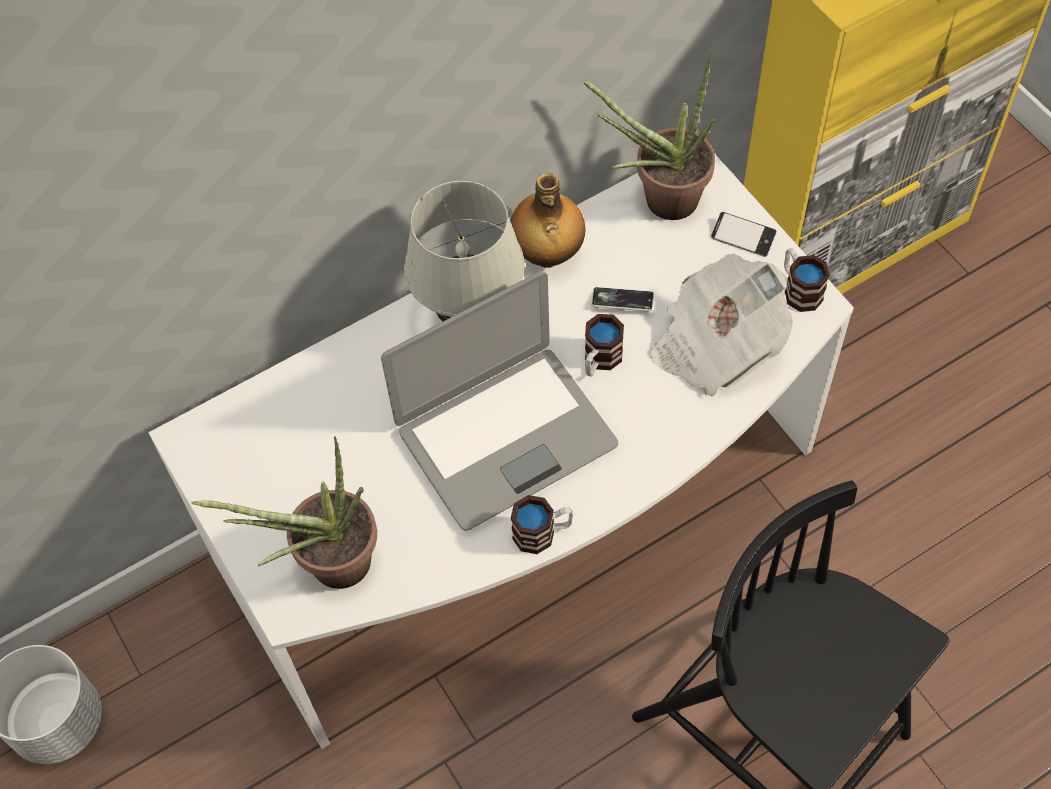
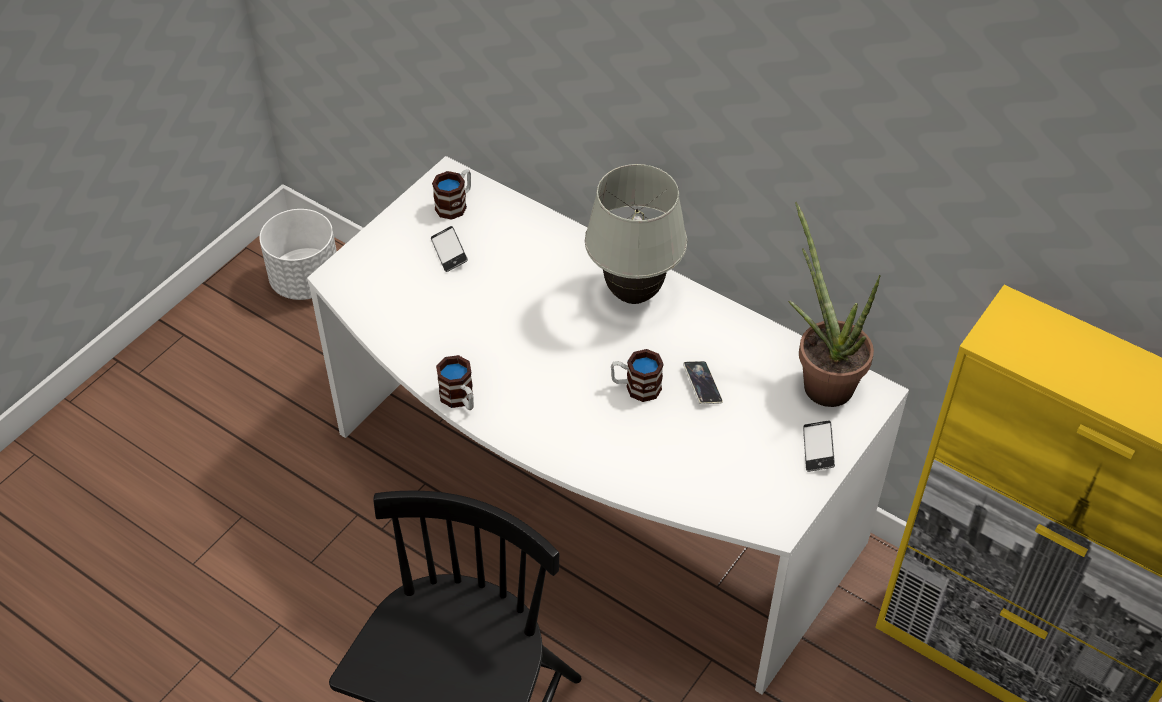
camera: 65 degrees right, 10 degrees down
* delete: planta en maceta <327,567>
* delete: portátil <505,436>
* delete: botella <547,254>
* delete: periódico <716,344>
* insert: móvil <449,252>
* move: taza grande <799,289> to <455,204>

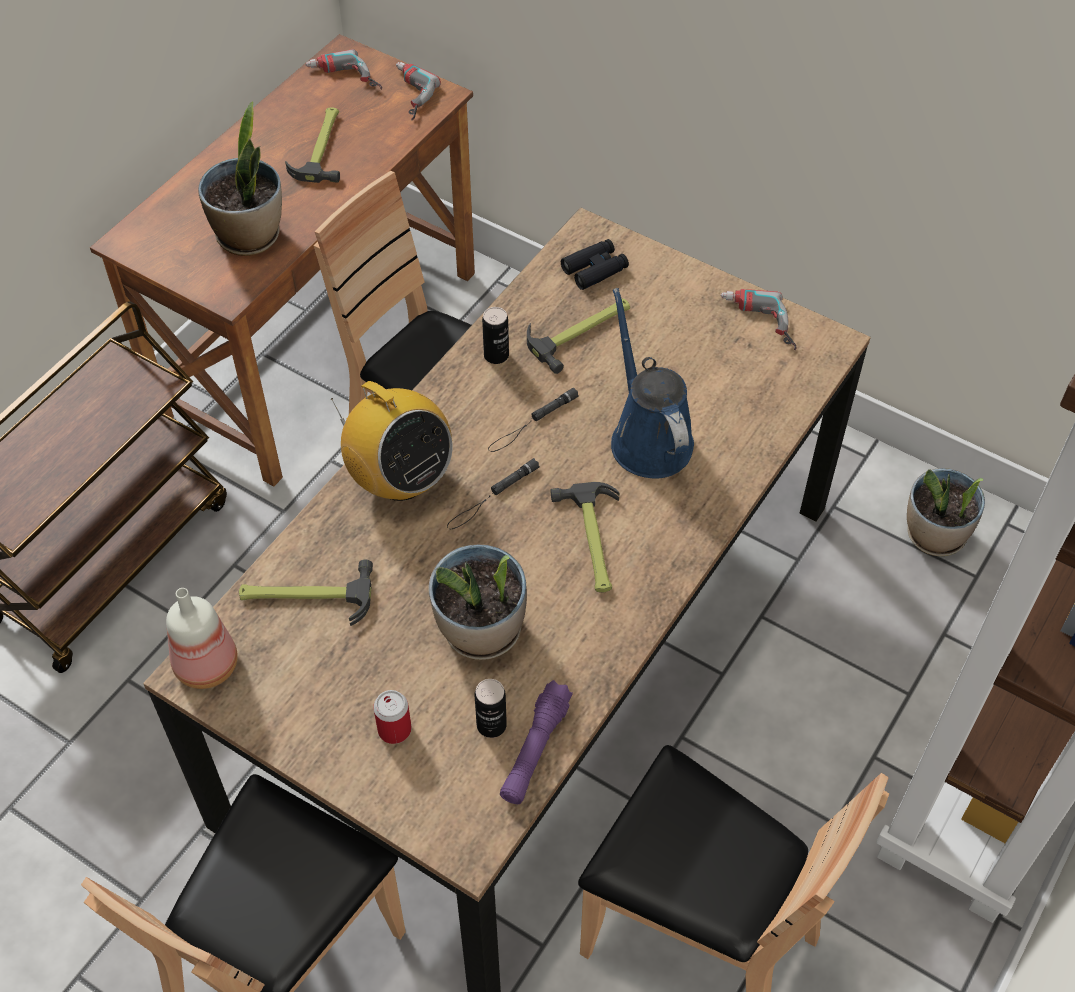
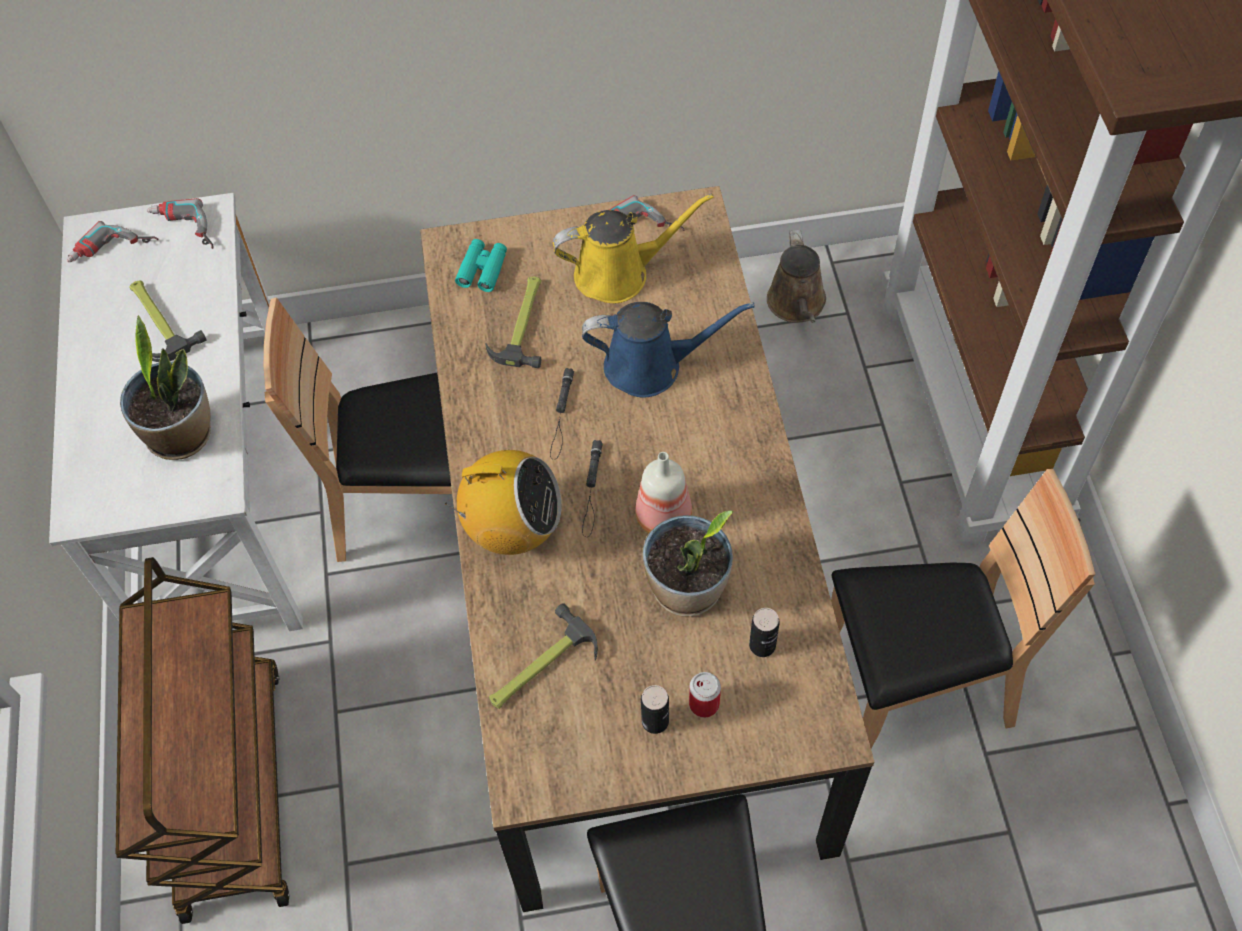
camera: 40 degrees left, 5 degrees up
* delete: linterna/morado <535,749>
* delete: martillo <593,541>
* insert: regadera/amarillo <619,273>
* move: botella <207,667> to <665,518>
* move: lata <496,355> to <655,721>
* replace: planta en maceta <934,536> to regadera/marrón <797,305>
* recolor: escritorio/marrón <320,343> to escritorio/blanco <219,491>
* recolor: prismáticos/negro <595,269> to prismáticos/turquesa <482,269>
* rotate: regadera/azul <648,437> = <651,366> 150 degrees clockwise

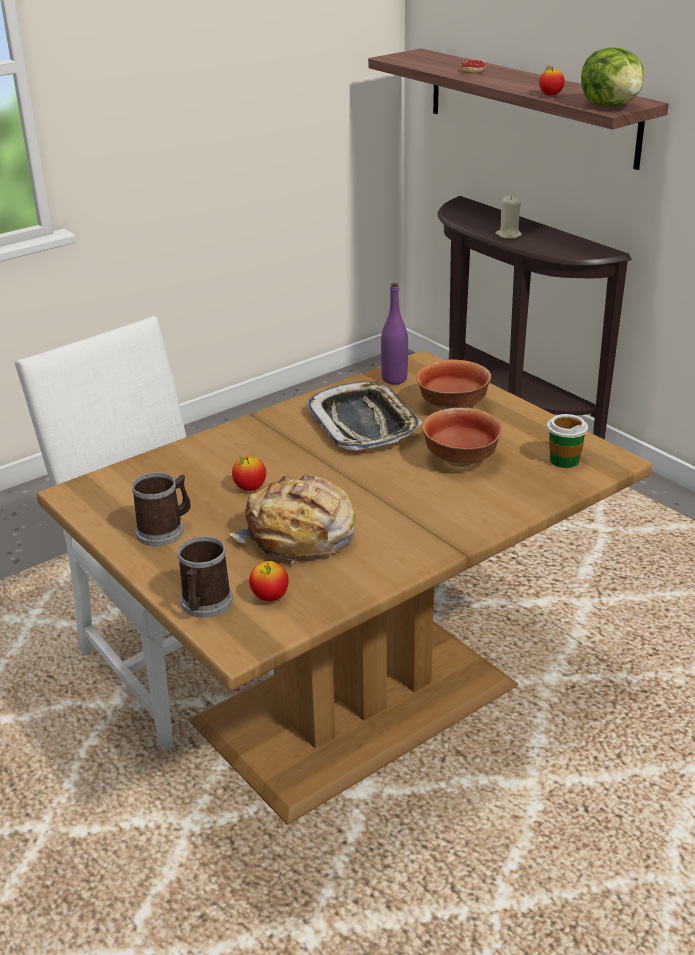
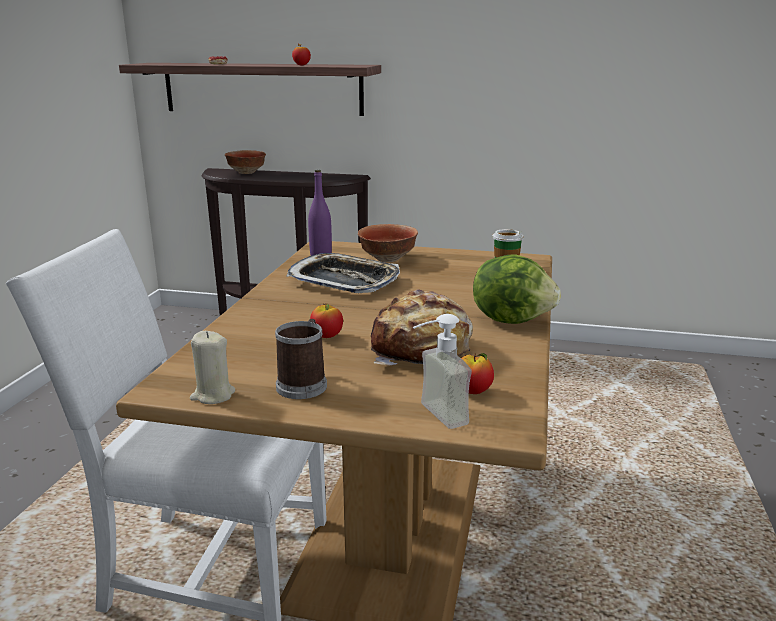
camera: 40 degrees left, 10 degrees down
* move: cuenco <462,459> to <247,172>
* move: vela/beis <508,235> to <212,395>
* move: lechuga <611,106> to <512,319>
* replace: taza grande <204,605> to dispensador de jabón <433,417>

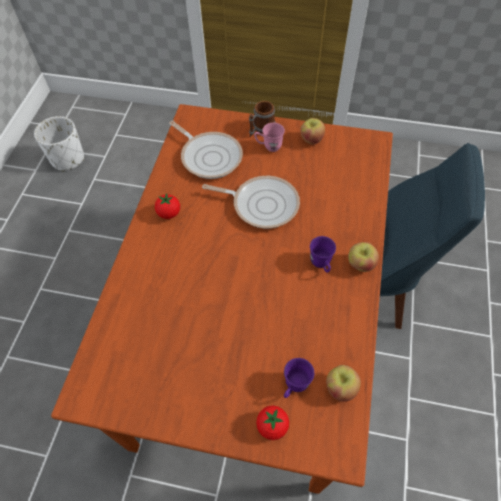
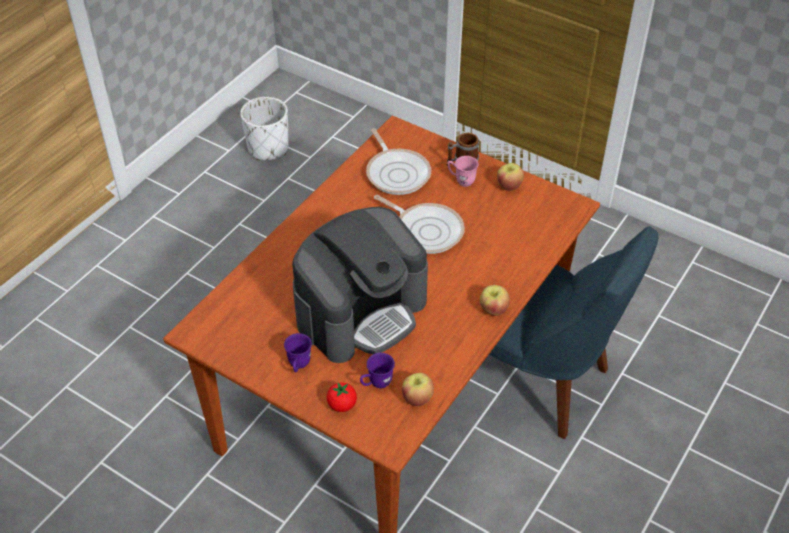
camera: 20 degrees right, 10 degrees down
* delete: tomate <169,213>
* insert: cafetera <361,311>
* move: taza grande/morado <321,265> to <298,365>

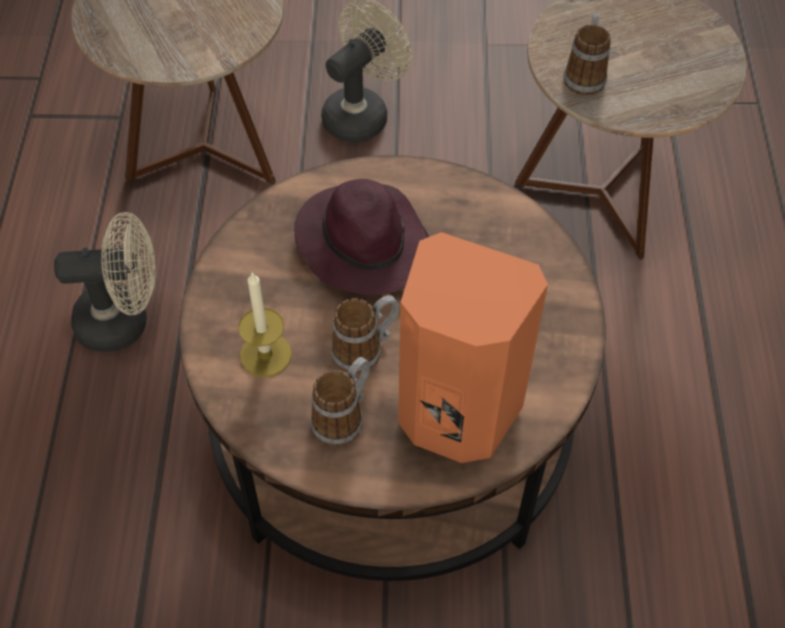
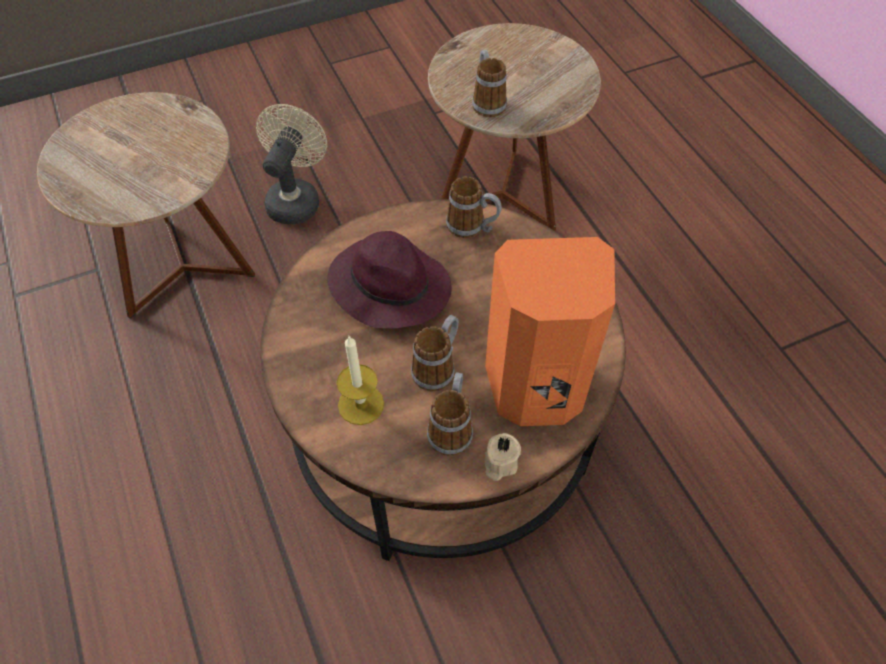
camera: 25 degrees left, 0 degrees up
* delete: ventilador/beis <124,321>
* insert: taza grande <472,227>
* insert: vela/beis <499,463>

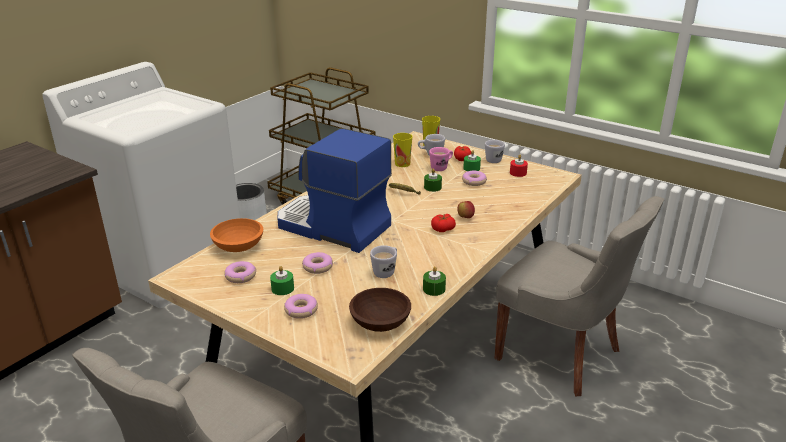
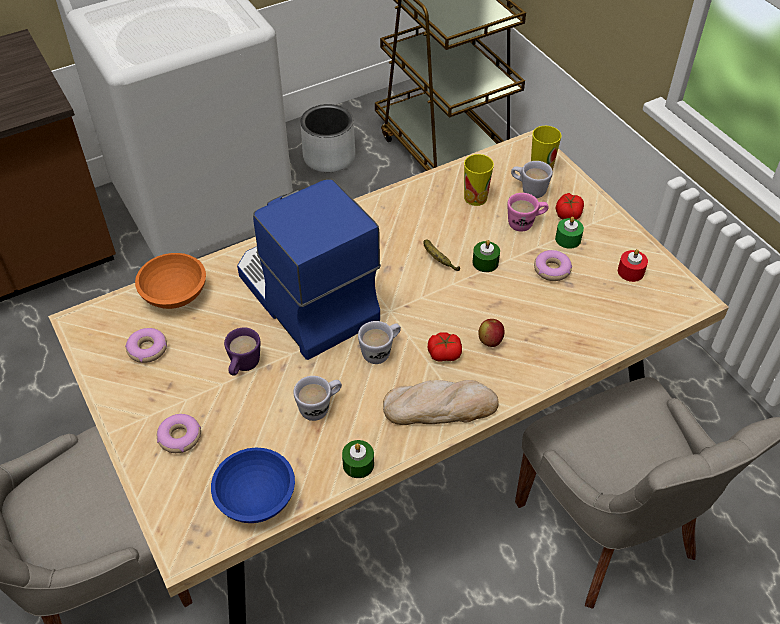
camera: 25 degrees right, 20 degrees up
* delete: vela/verde <282,288>
* insert: pan <440,406>
* move: taza grande/blanco <494,159> to <381,351>
* replace: rosquilla <317,267> to taza grande/morado <243,367>
* recolor: cuenco/marrón <380,322> to cuenco/azul <257,496>

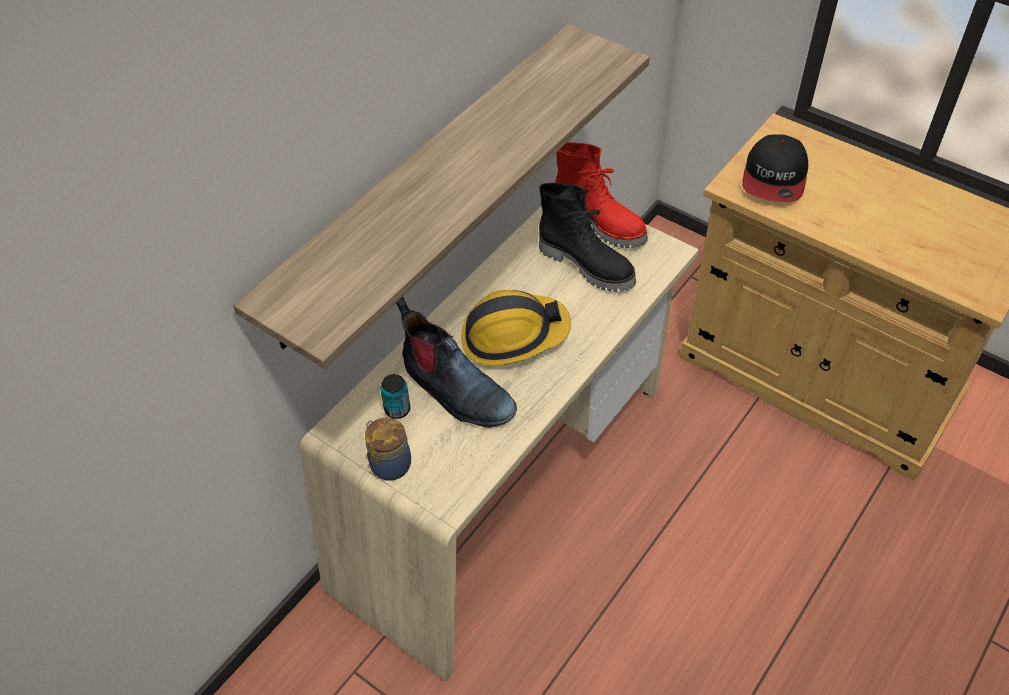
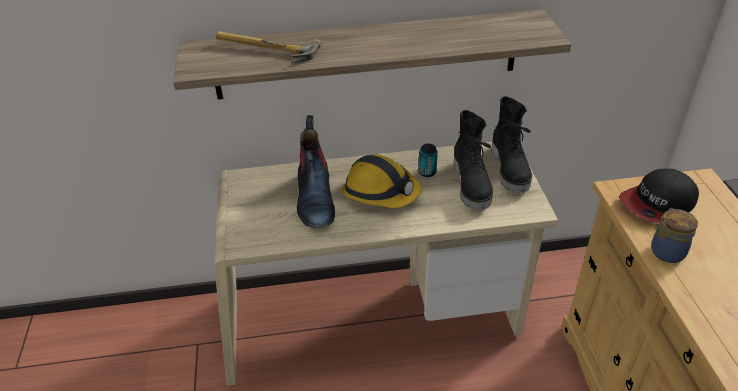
camera: 45 degrees right, 10 degrees down
* insert: martillo <265,52>
* move: tarro <389,464> to <667,251>
* move: lata <397,409> to <427,172>
* recolor: bota/rojo <601,223> to bota/negro <511,169>

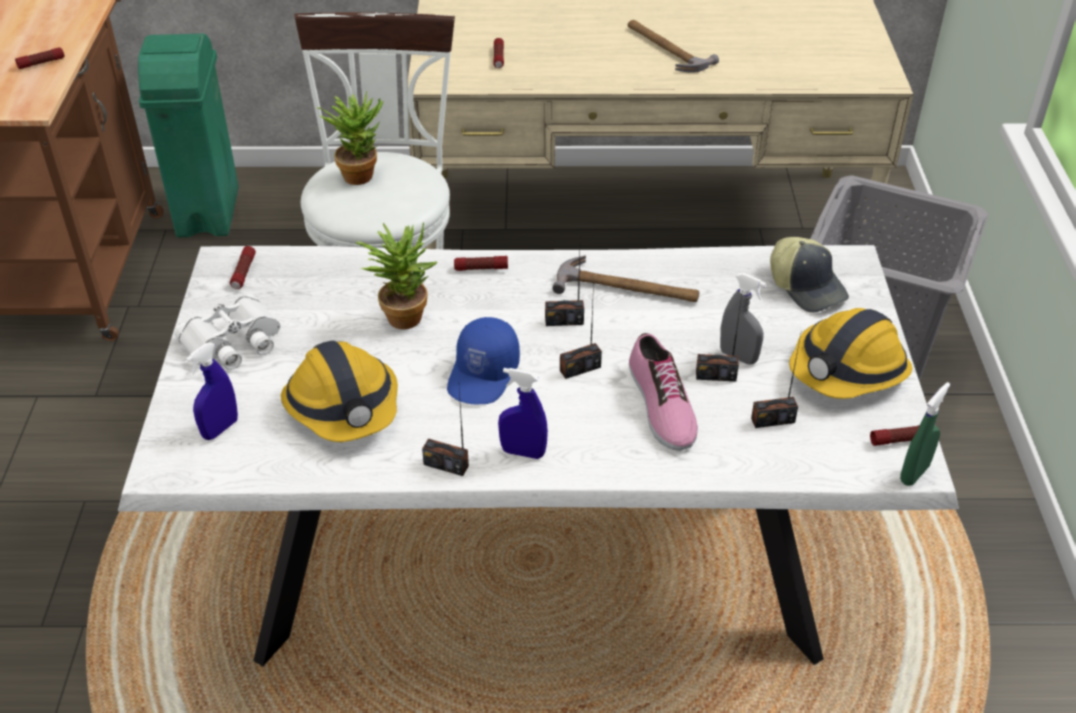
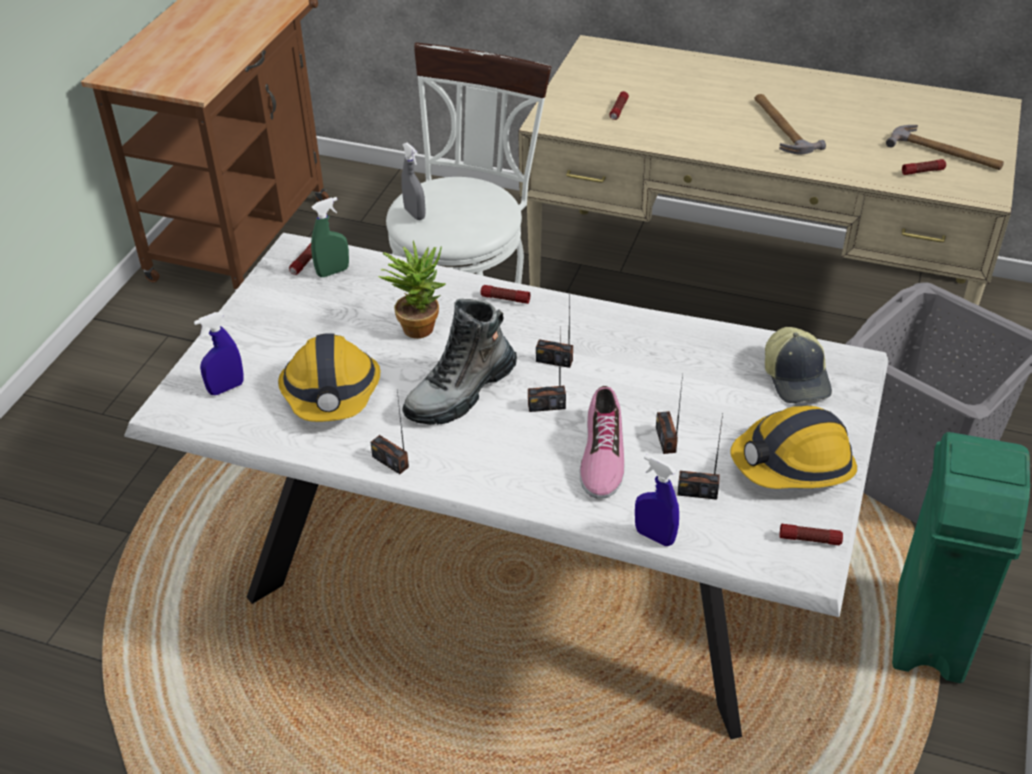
camera: 20 degrees right, 0 degrees up
* delete: prismáticos/blanco <233,342>
* delete: planta en maceta <360,173>
* move: linterna <41,63> to <923,171>
* move: papelera/verde <207,213> to <928,634>
* move: pulverizador/azul <523,452> to <654,536>
* move: martillo <627,288> to <946,153>
* move: pulverizador/gris <738,356> to <415,214>
* move: pulverizador/verde <914,473> to <333,272>
* replace: gorra/azul <484,374> to bota <461,392>
* rotate: radio <716,375> = <666,439> 60 degrees clockwise

